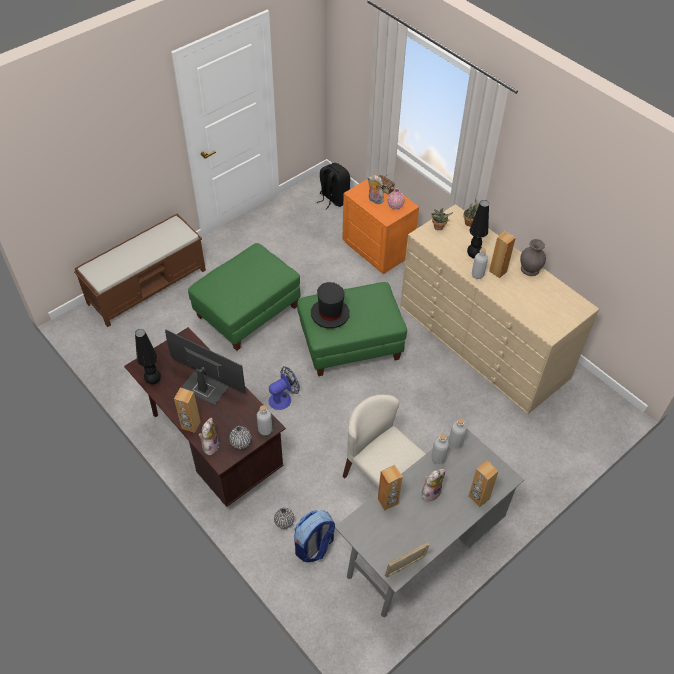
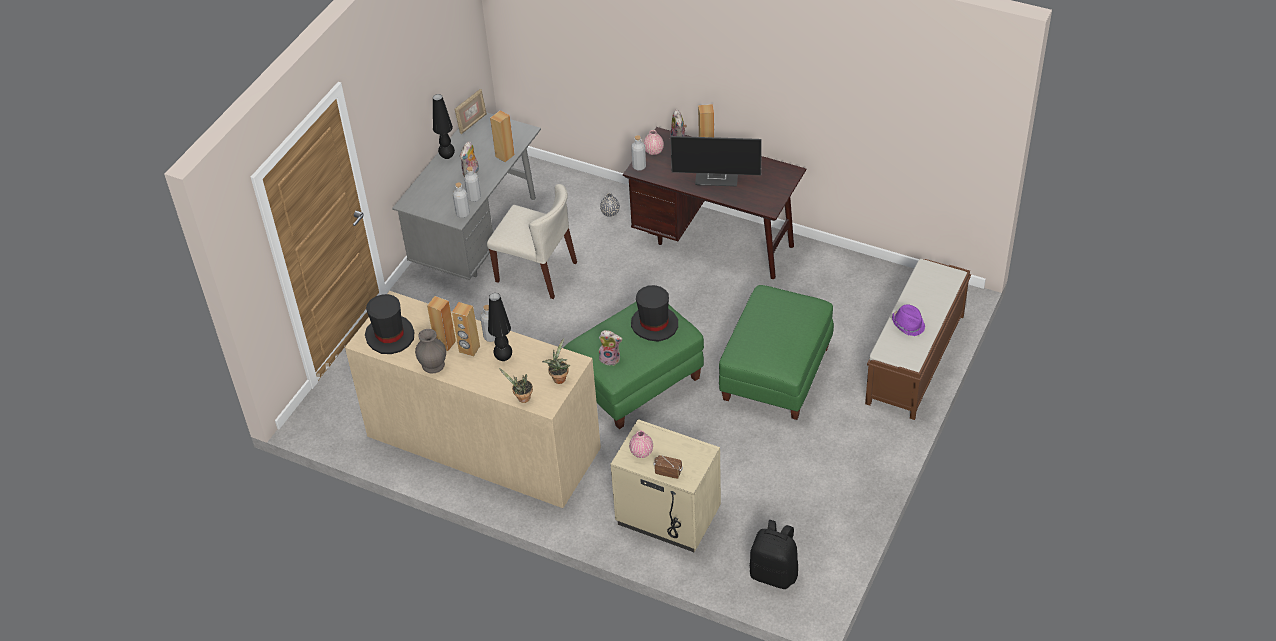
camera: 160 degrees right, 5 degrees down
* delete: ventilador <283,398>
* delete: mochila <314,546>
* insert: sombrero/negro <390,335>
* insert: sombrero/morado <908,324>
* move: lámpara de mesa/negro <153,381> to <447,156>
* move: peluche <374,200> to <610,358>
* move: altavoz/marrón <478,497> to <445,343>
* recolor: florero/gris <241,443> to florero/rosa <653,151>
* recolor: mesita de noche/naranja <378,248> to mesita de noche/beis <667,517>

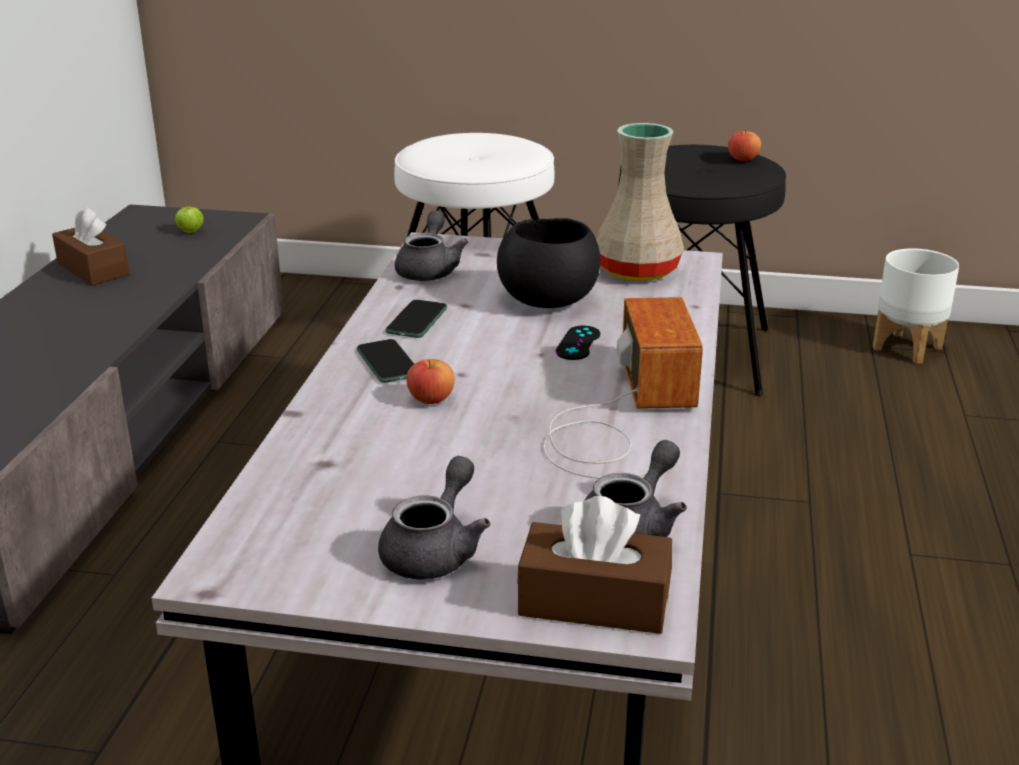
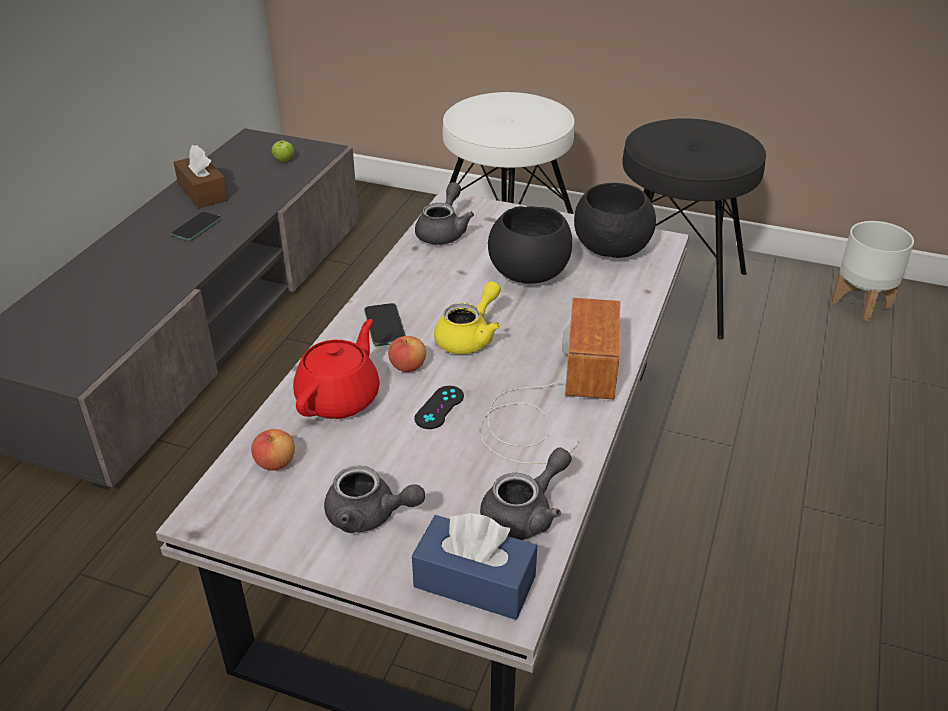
camera: 10 degrees right, 10 degrees up
* insert: tetera/rojo <340,398>
* insert: tetera/amarillo <469,337>
* move: móvil <417,320> to <197,227>
* move: mando de consola/negro <578,343> to <439,407>
* move: manzana <743,159> to <275,463>
* replace: florero/beis <635,271> to cuenco/negro <609,248>
* recolor: caja de pañuelos/marrón <594,601> to caja de pañuelos/azul <474,581>
* rotate: tetera/gris <435,550> = <370,516> 75 degrees clockwise

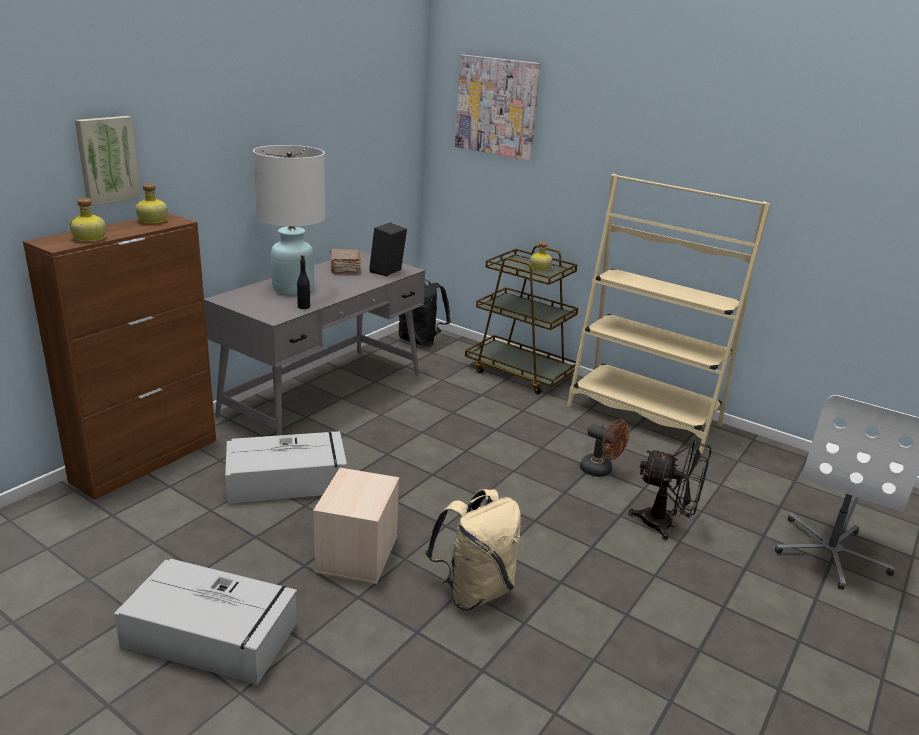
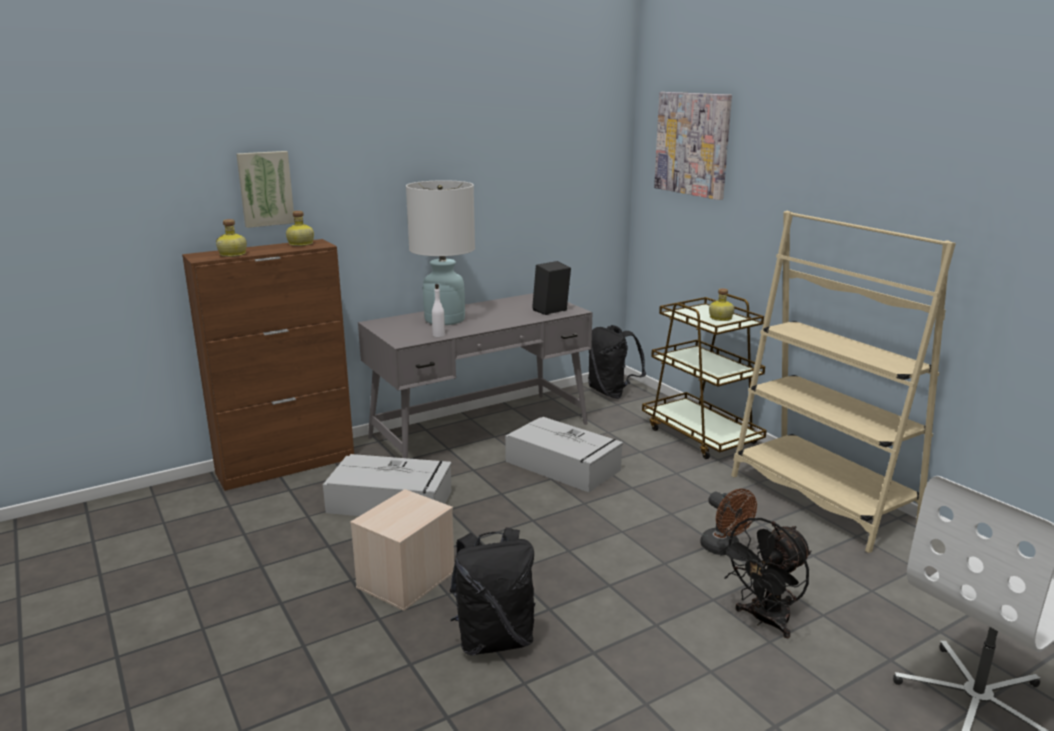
camera: 25 degrees right, 5 degrees down
* delete: libro/marrón <344,268>
* move: caja de almacenaje/gris <213,635> to <564,466>
* recolor: botella/negro <304,307> to botella/blanco <439,335>
* recolor: mochila/beis <474,590> to mochila/negro <494,639>
* rotate: ventilador/negro <665,525> = <764,620> 90 degrees clockwise

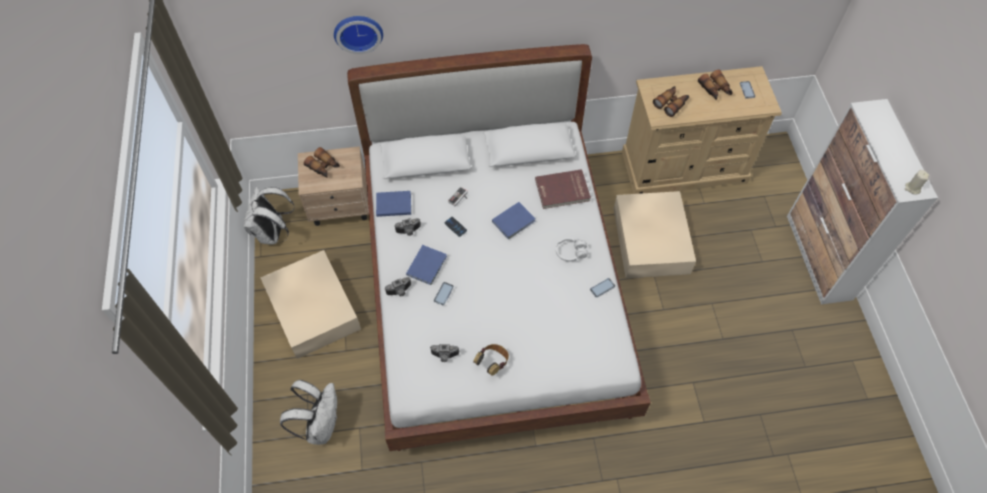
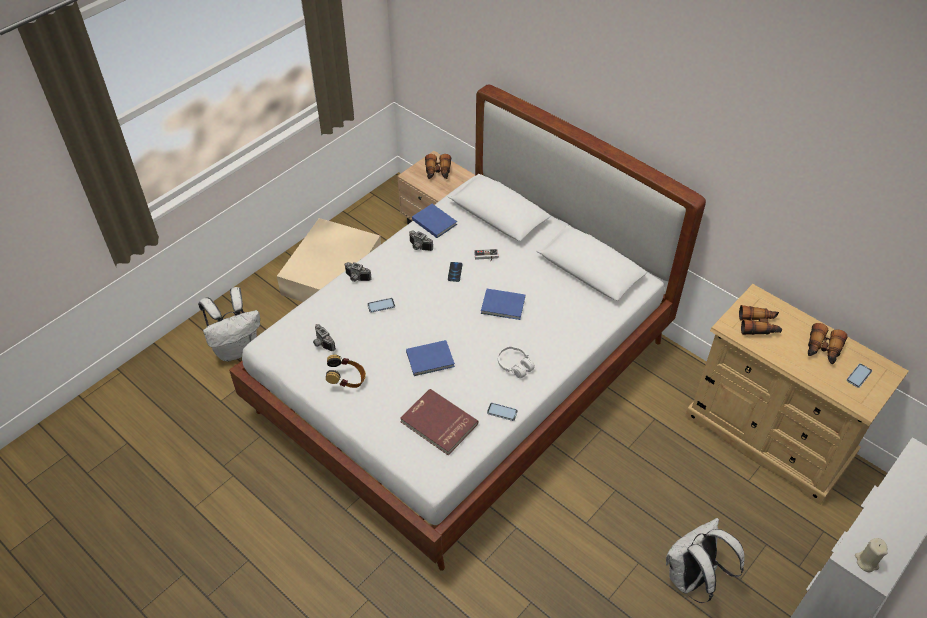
camera: 50 degrees right, 10 degrees down
* delete: reloj de pared <358,31>
* delete: caja de almacenaje/beis <651,239>
* move: mochila/blanco <273,233> to <691,579>
* move: libro/azul <427,265> to <431,359>
* move: libro/rojo <562,191> to <438,424>

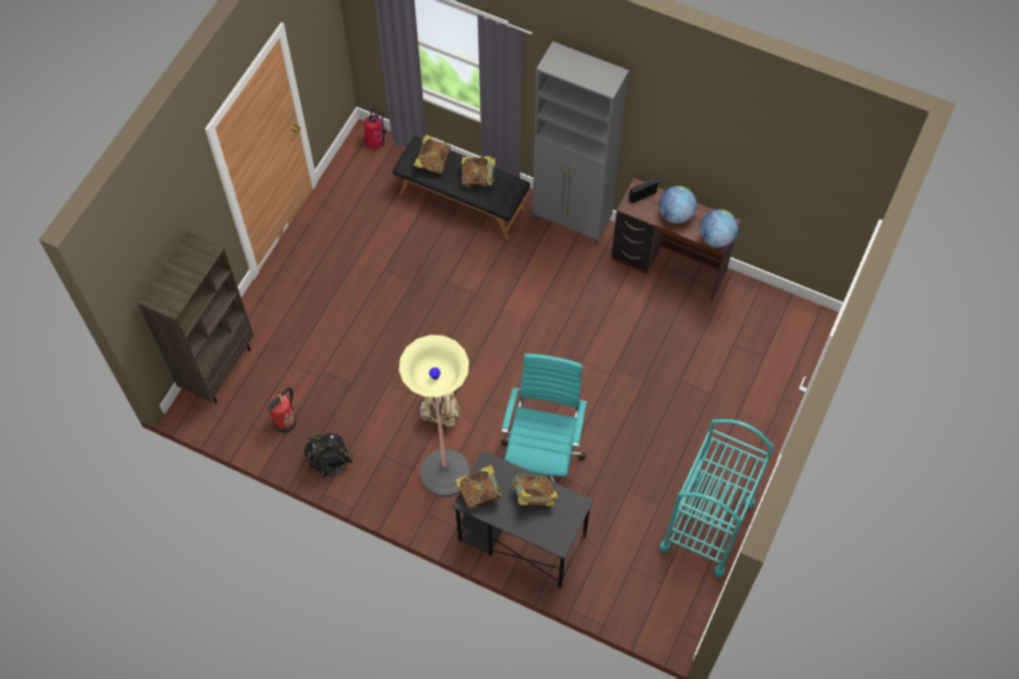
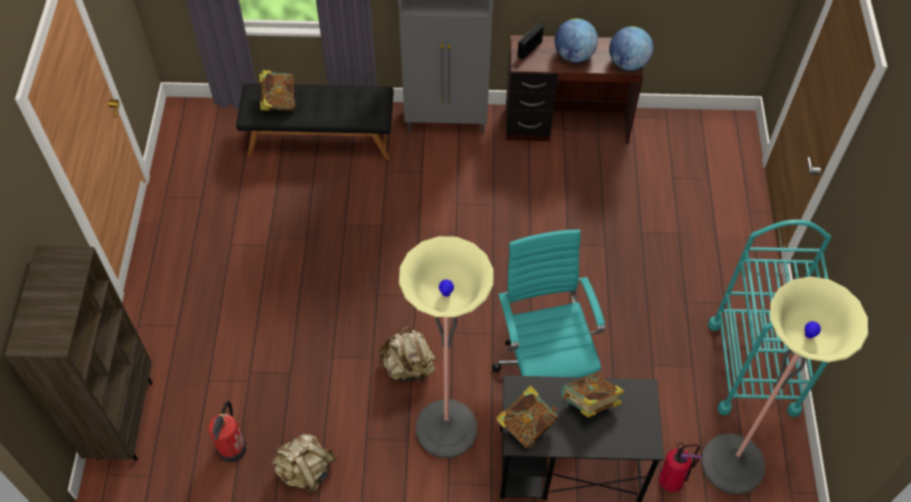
camera: 25 degrees left, 5 degrees down
* delete: libro <478,179>
* insert: lámpara de pie <732,464>
* move: extintor <376,144> to <671,480>
* recolor: mochila/negro <329,460> to mochila/beis <306,470>

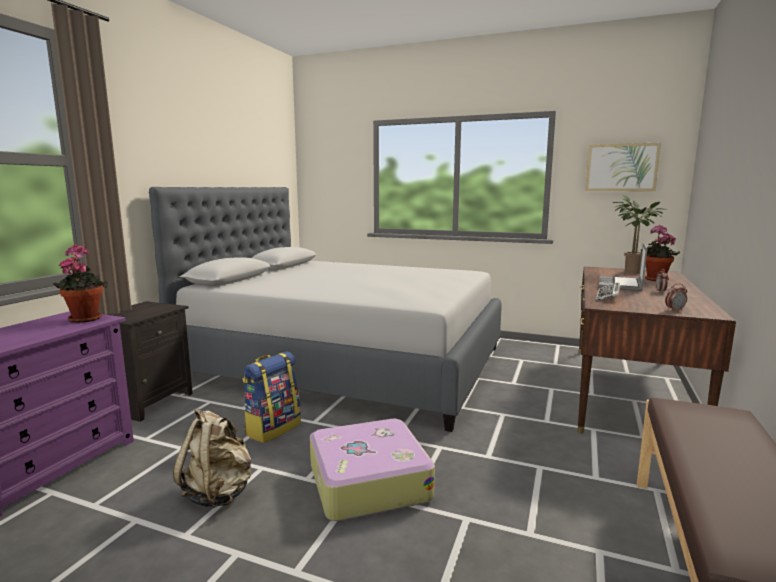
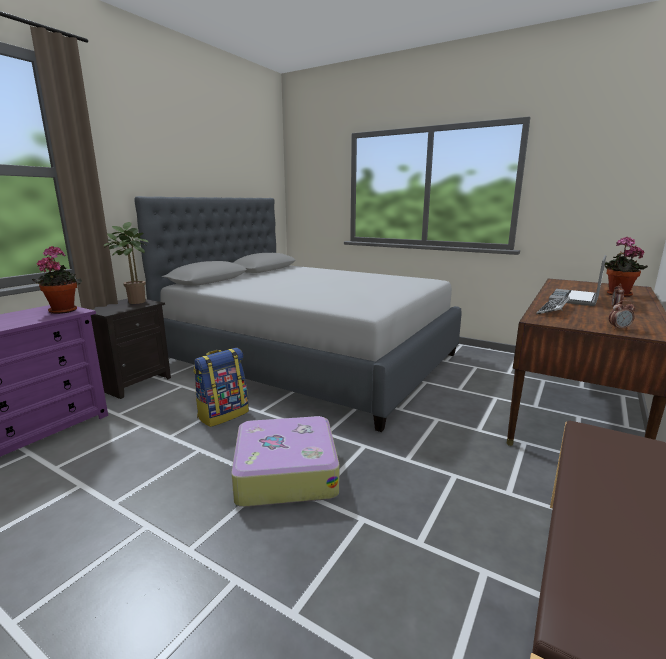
camera: 10 degrees right, 5 degrees up
* delete: mochila/beis <218,493>
* delete: cuadro <621,167>
* move: planta en maceta <630,272> to <134,302>

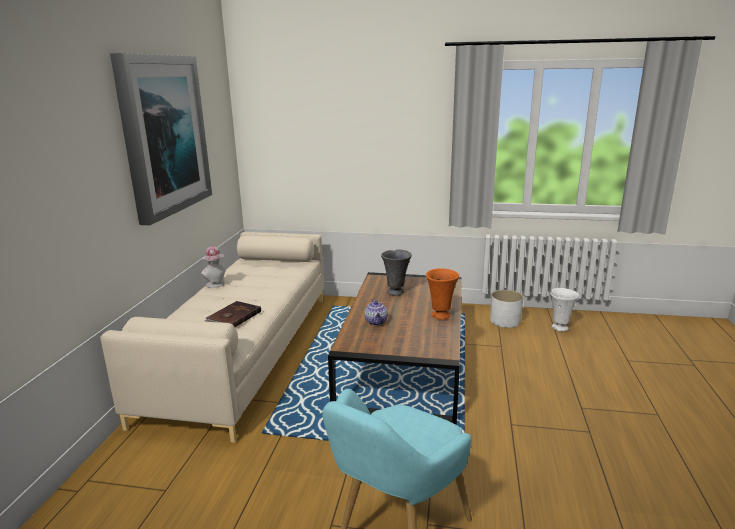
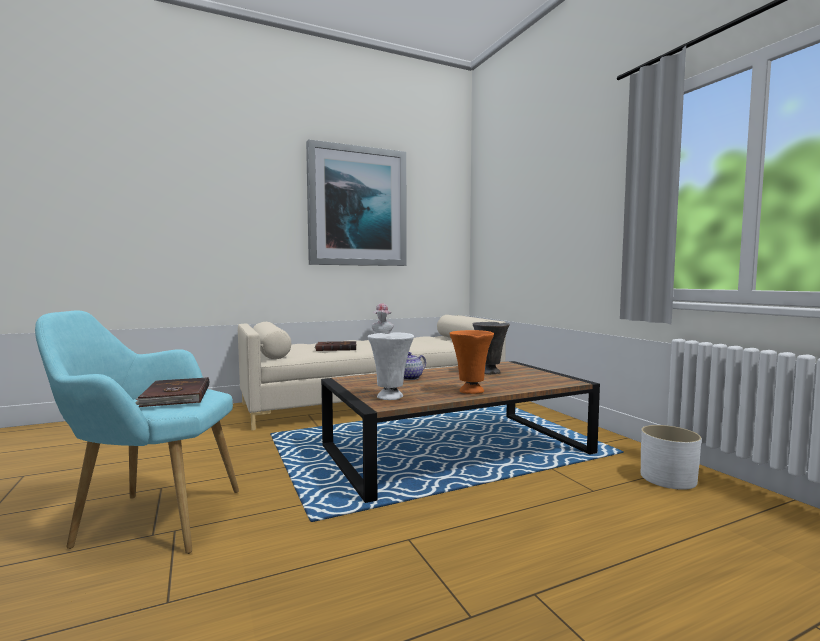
camera: 55 degrees right, 15 degrees down
* insert: libro/marrón <175,396>
* move: florero/blanco <559,327> to <391,397>

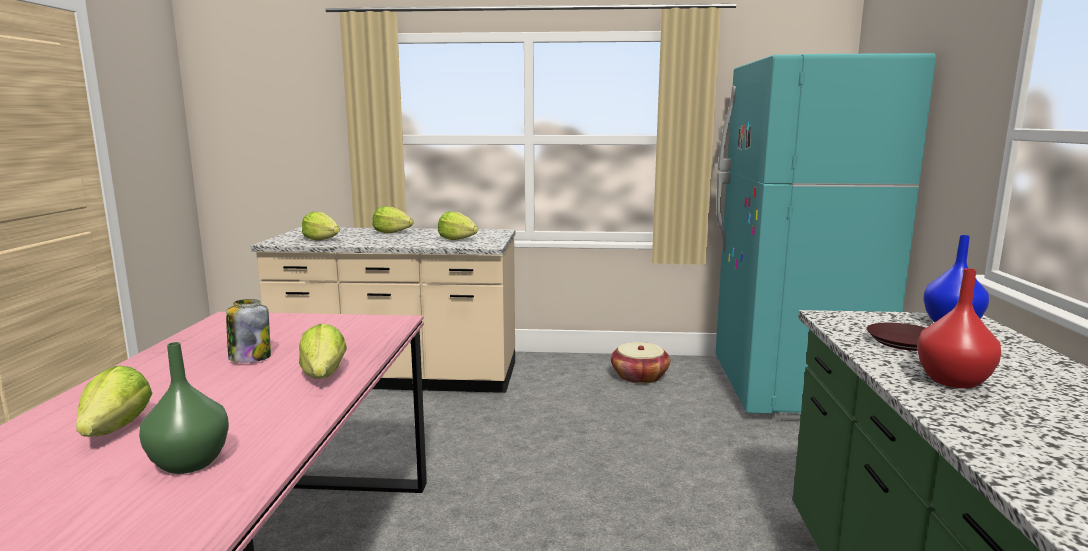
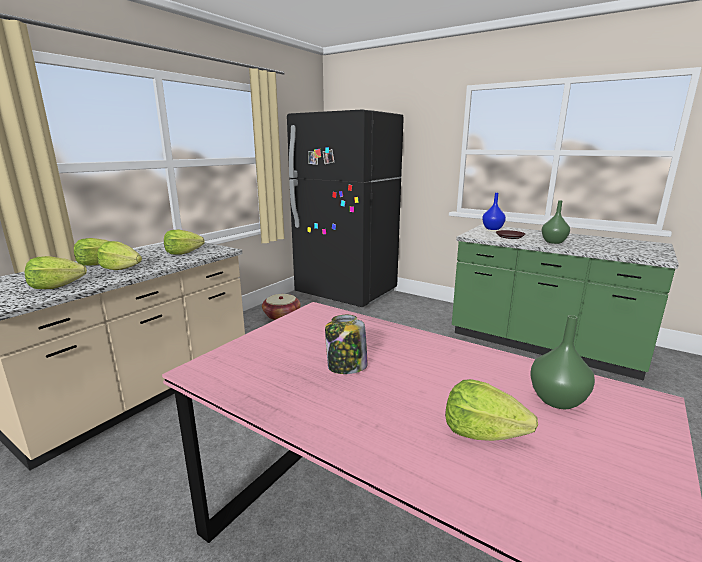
camera: 60 degrees left, 5 degrees up
* move: lechuga <324,375> to <121,269>
* recolor: nevera/turquesa <791,390> to nevera/negro <346,293>
* recolor: florero/rojo <954,381> to florero/verde <553,242>

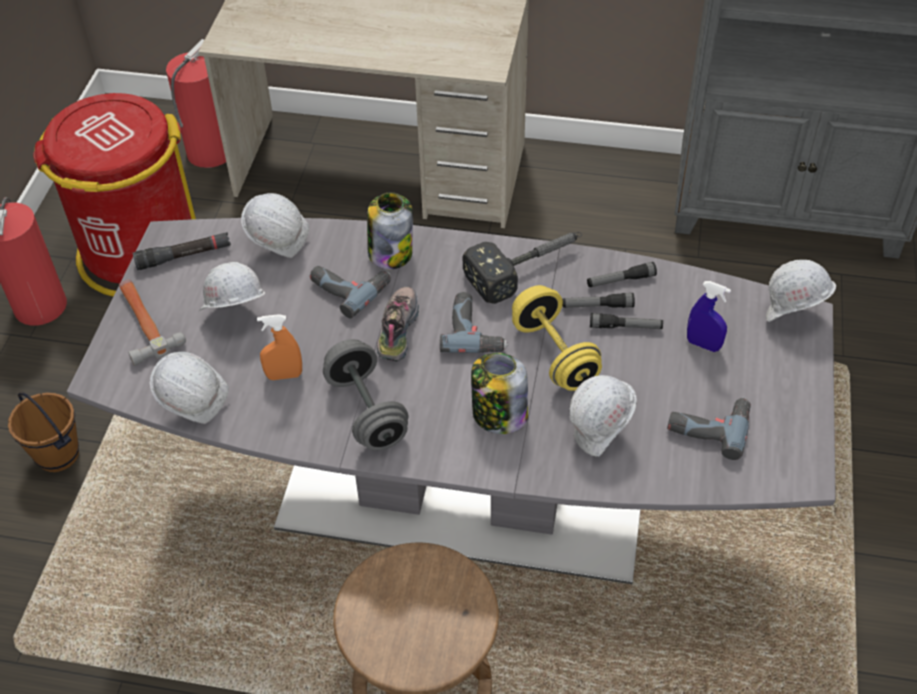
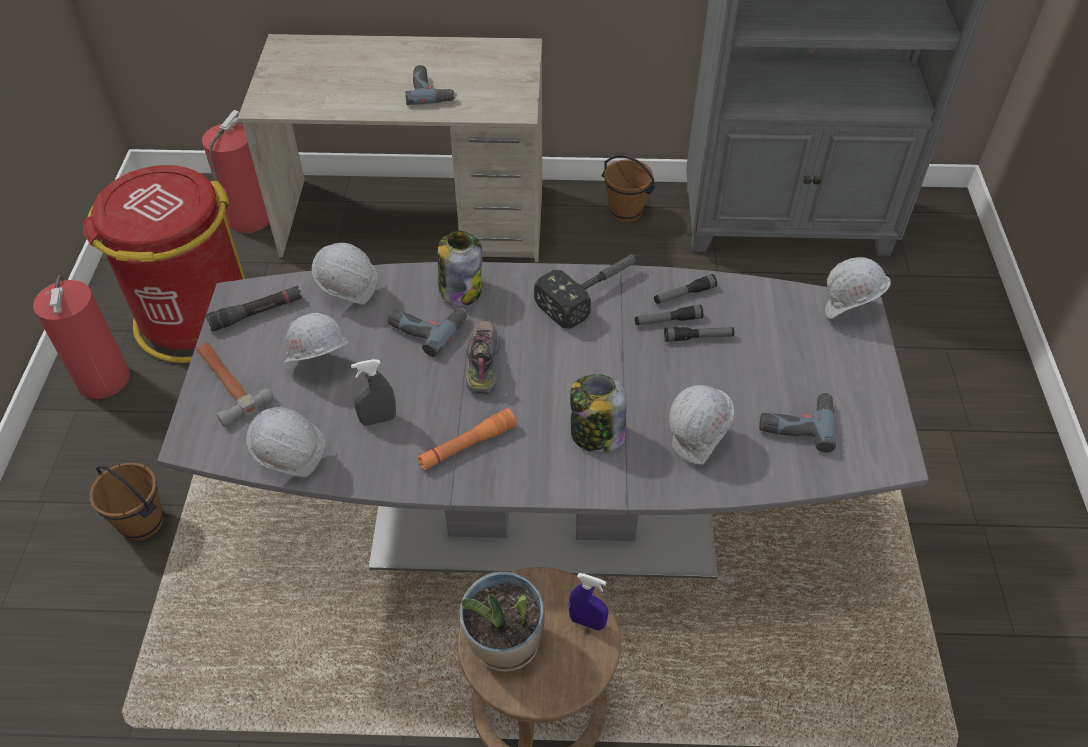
camera: 10 degrees left, 0 degrees up
* delete: mancuerna/amarillo <554,354>
* insert: planta en maceta <505,644>
* insert: cubo/marrón <626,212>
* move: taladro <475,330> to <431,91>
* move: pulverizador/azul <703,344> to <587,622>
* replace: mancuerna/gris <367,411> to linterna/naranja <467,446>
* recolor: pulverizador/naranja <284,375> to pulverizador/gris <378,420>

